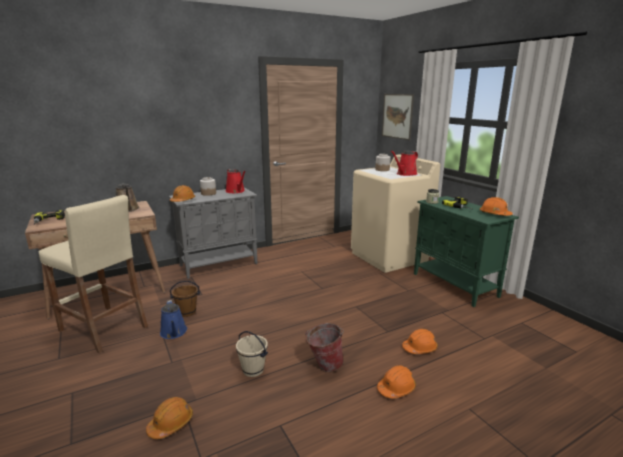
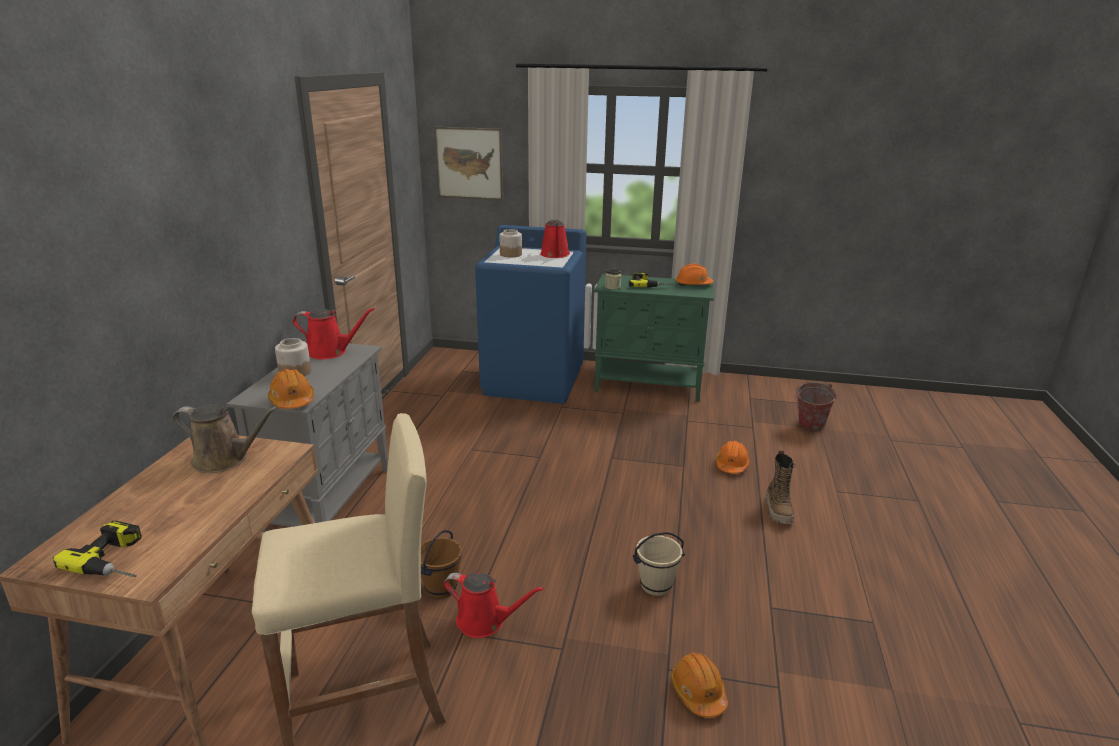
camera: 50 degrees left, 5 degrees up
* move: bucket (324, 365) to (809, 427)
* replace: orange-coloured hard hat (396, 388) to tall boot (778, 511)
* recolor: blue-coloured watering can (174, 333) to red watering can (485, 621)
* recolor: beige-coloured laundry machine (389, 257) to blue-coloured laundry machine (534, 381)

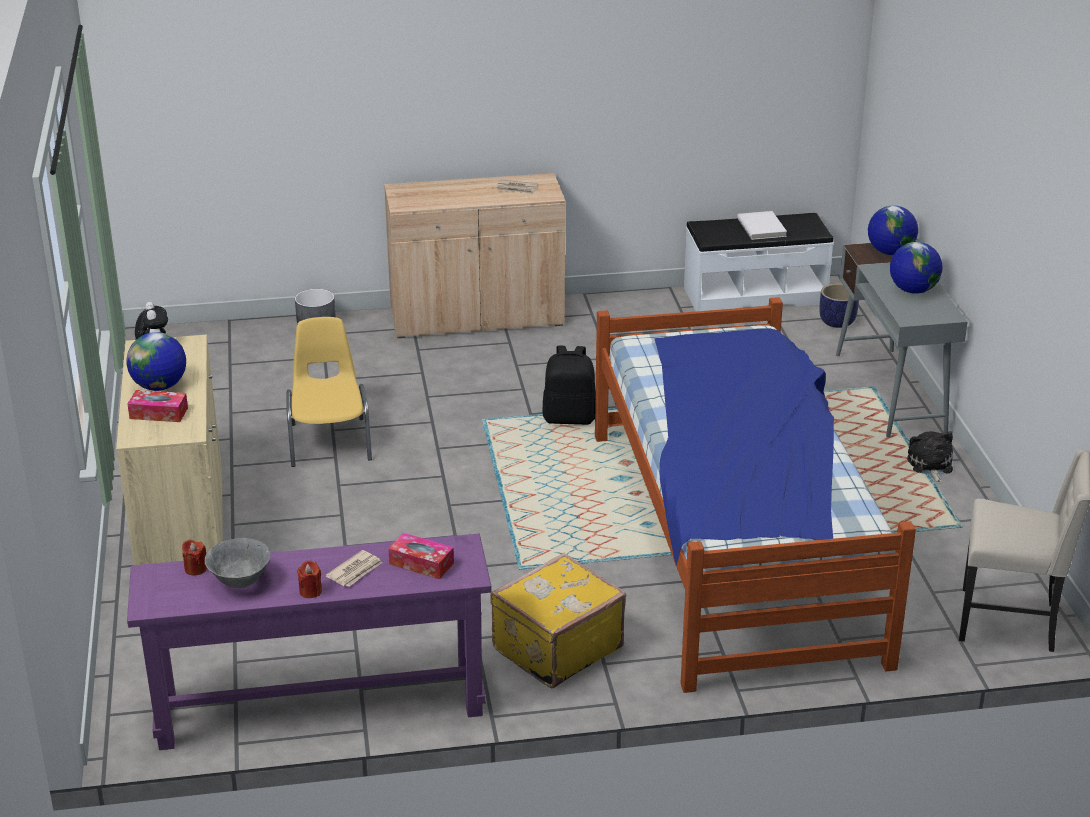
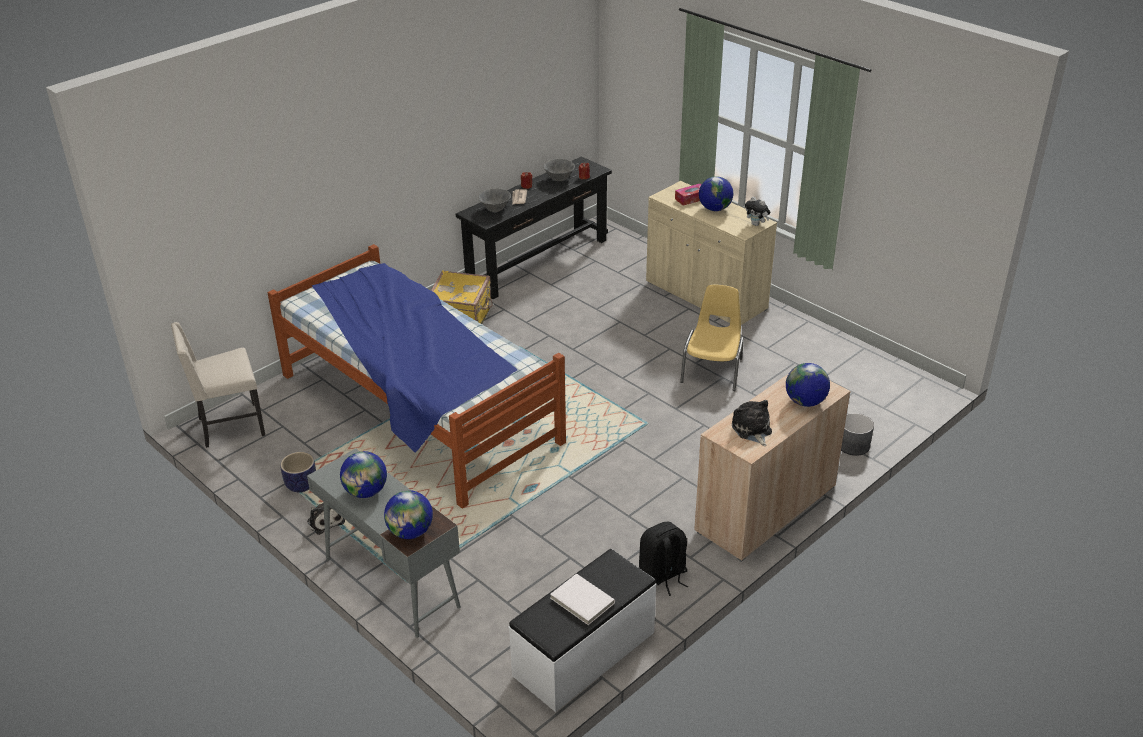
camera: 145 degrees right, 5 degrees up
* insert: globe (805, 402)
* move: black knapsack (570, 418) to (663, 576)
* move: plant pot (837, 322) to (301, 485)
* replace: box of tissues (421, 563) to greyish bowl (495, 210)
* replace: daily paper (517, 189) to cuddly toy (752, 430)
* recolor: purplish narrow table (320, 705) to black narrow table (538, 261)
* rotate: yellowish upright chair (329, 441) = (713, 370) 120 degrees counterclockwise

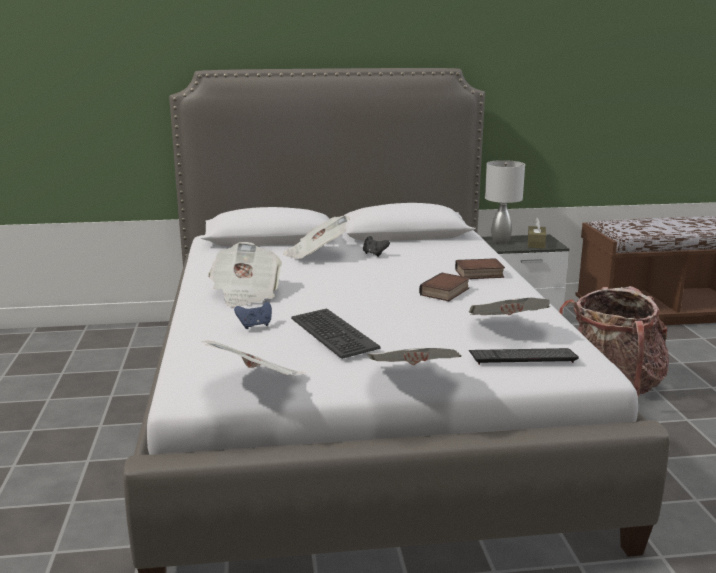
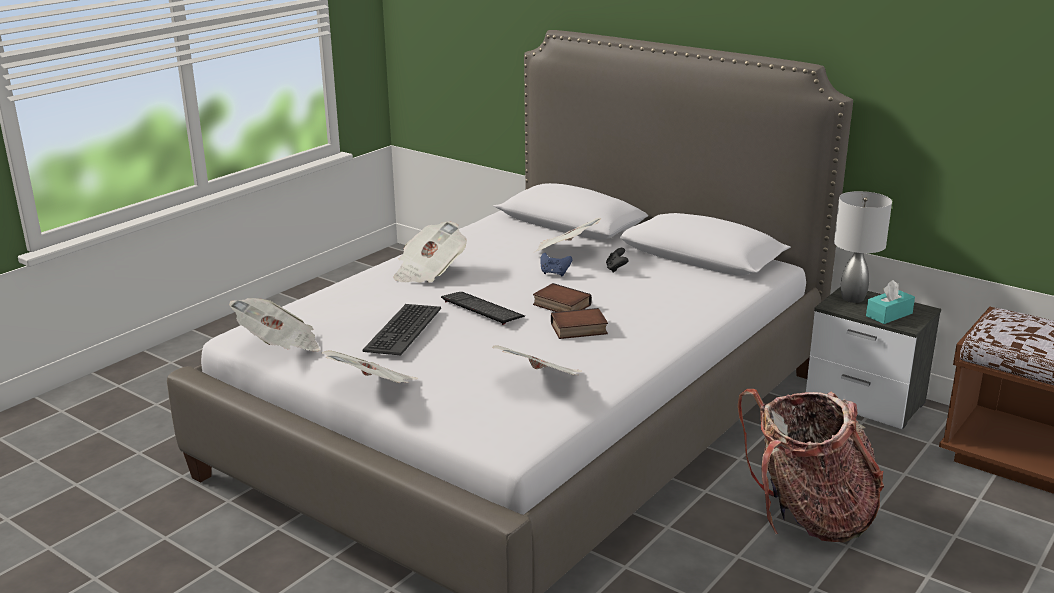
camera: 45 degrees right, 5 degrees up
* move: blue-coloured game controller (255, 325) to (554, 273)
* move: volume (479, 274) to (560, 305)
* move: keyboard (522, 357) to (482, 309)
* recolor: brown-coloured box of tissues (536, 243) to turquoise-coloured box of tissues (889, 315)

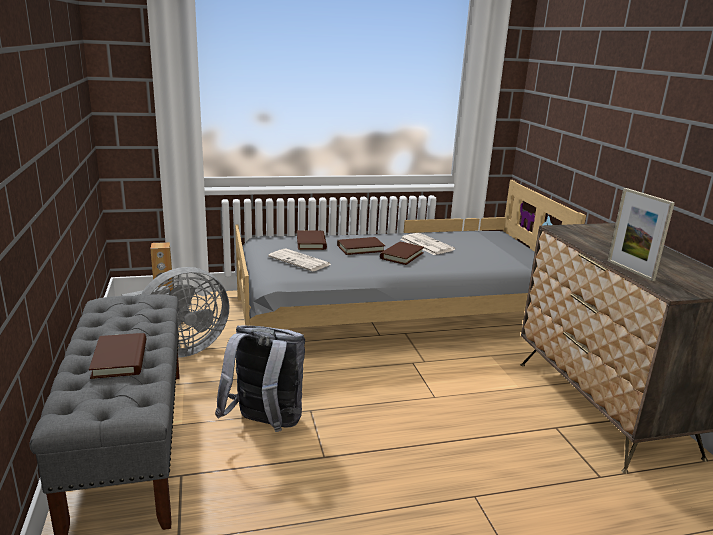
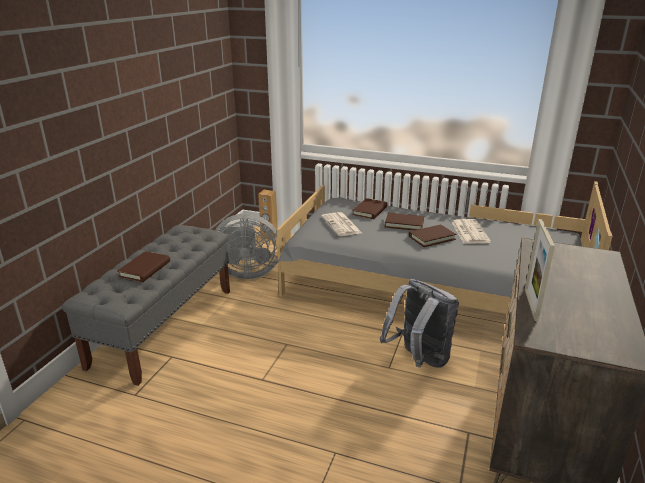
camera: 35 degrees right, 5 degrees up
* move: greyish knapsack (265, 425) to (418, 359)

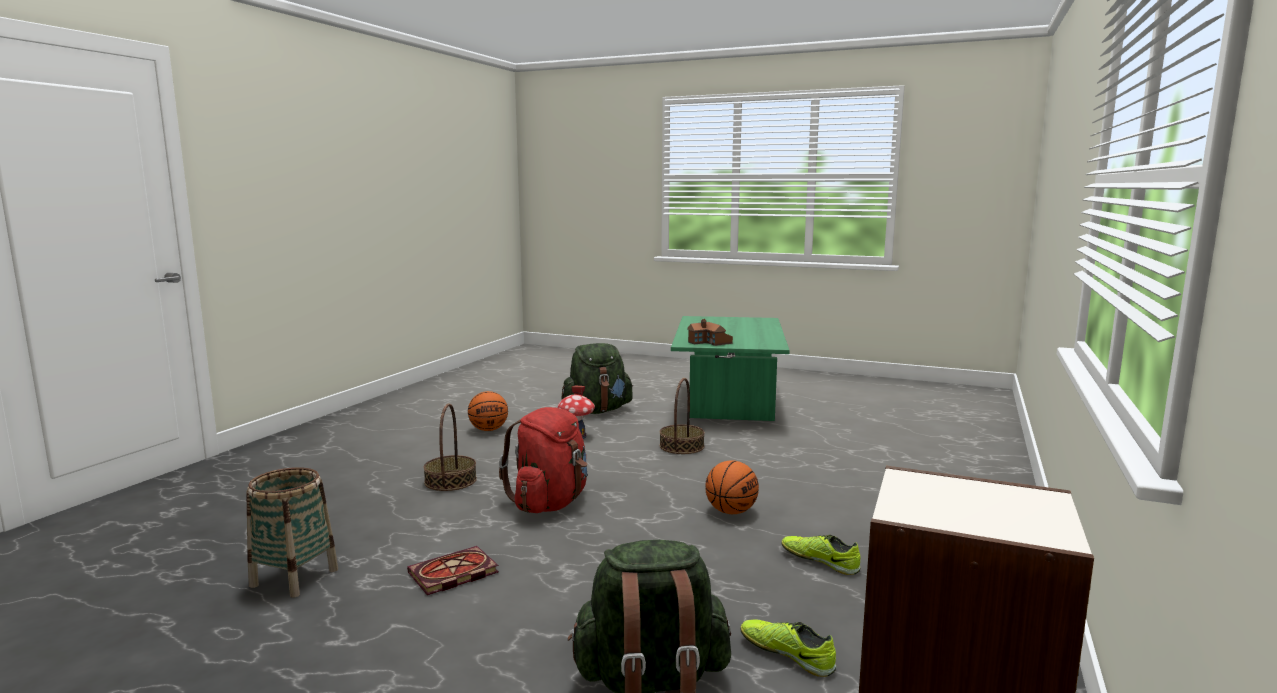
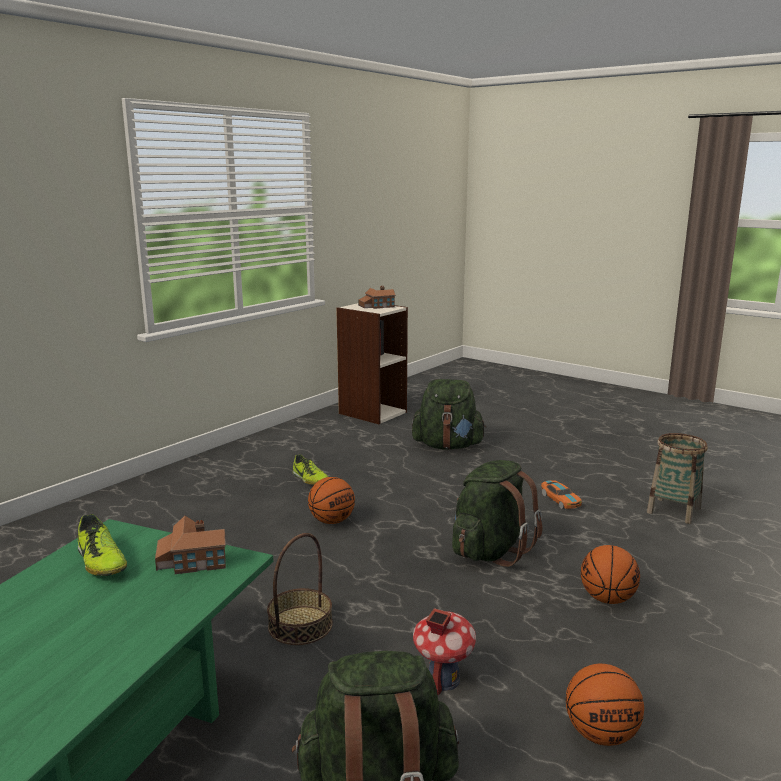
camera: 165 degrees left, 5 degrees up
* insert: model house (376, 306)
* move: shoe (787, 654) to (101, 562)
* replace: volume (452, 574) to toy car (560, 500)
* replace: household basket (450, 481) to basketball (607, 599)
* recolor: red knapsack (550, 503) to green-coloured knapsack (490, 551)

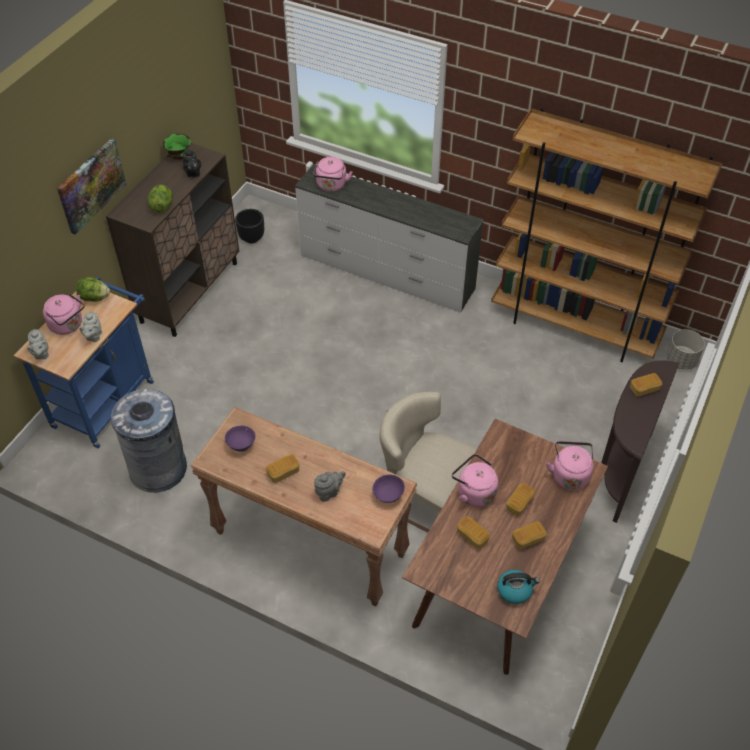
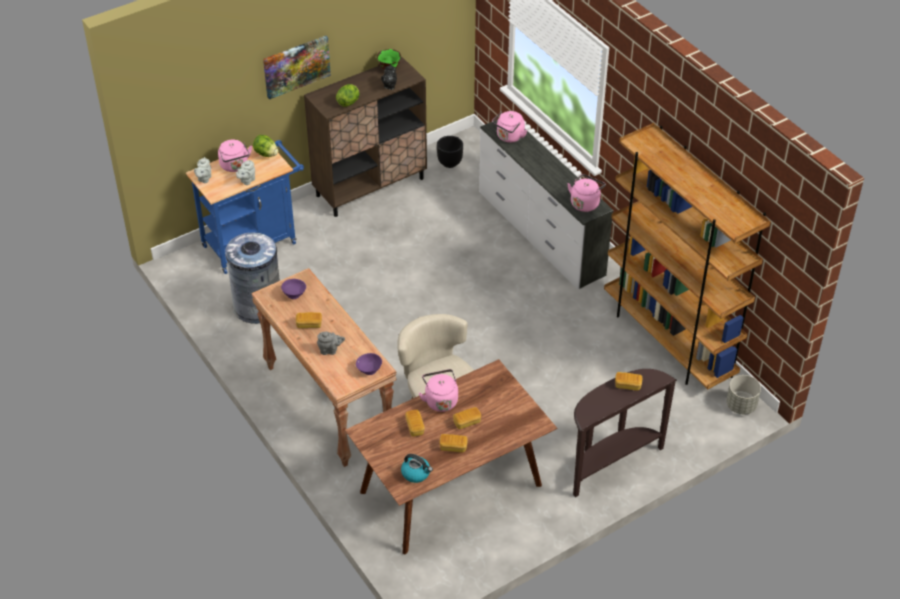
camera: 30 degrees right, 5 degrees down
* move: pink kettle (569, 474) to (585, 203)

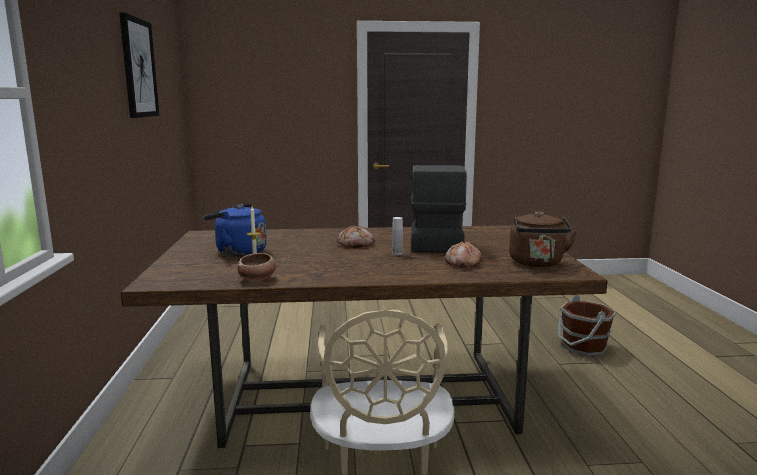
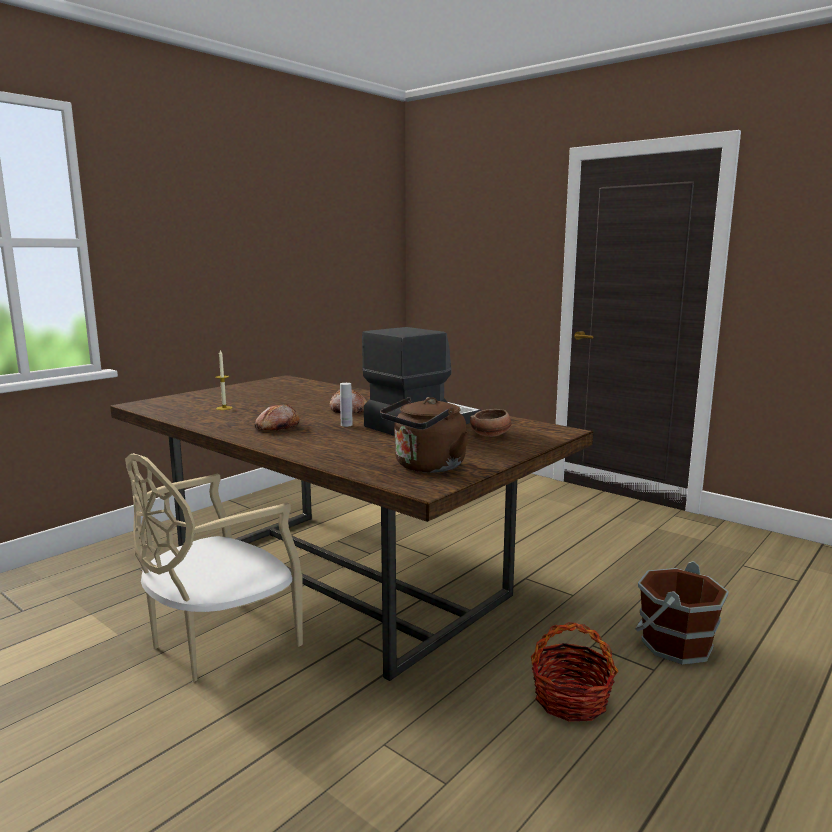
camera: 45 degrees right, 0 degrees up
* delete: wall art (138, 68)
* delete: blue-coloured kettle (238, 252)
* insert: household basket (570, 700)
* move: bowl (258, 279) to (491, 435)
* move: bakery bread (462, 263) to (277, 427)

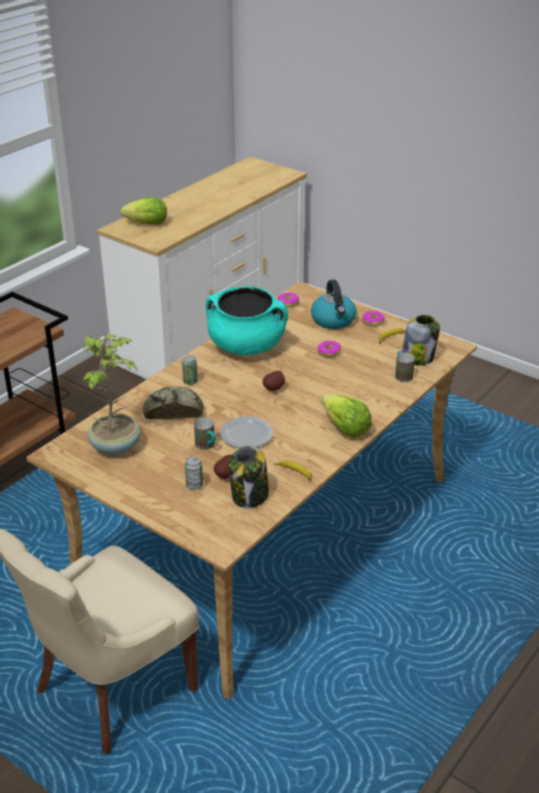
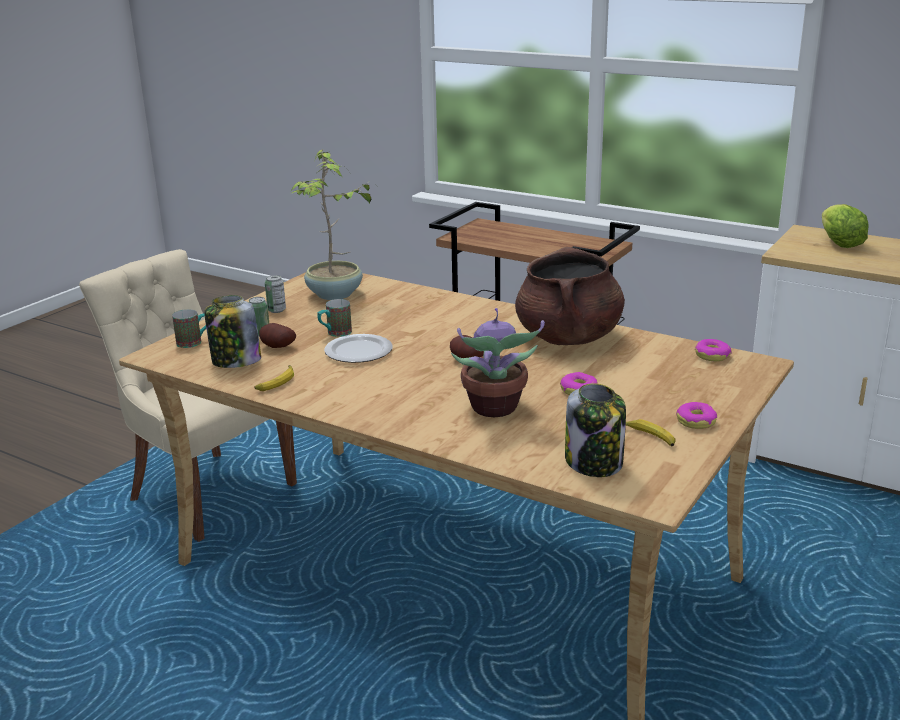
camera: 85 degrees right, 10 degrees down
* delete: bakery bread (173, 410)
* delete: kettle (333, 320)
* delete: head of lettuce (345, 429)
* insert: houseplant (494, 408)
* move: sealed can (190, 381) to (276, 310)
* move: mug (402, 375) to (194, 342)
* recolor: turquoise-coloured stockpot (247, 346) to brown-coloured stockpot (568, 338)

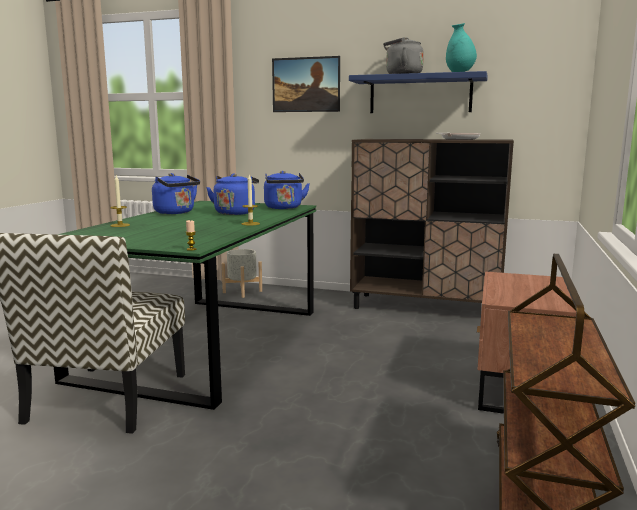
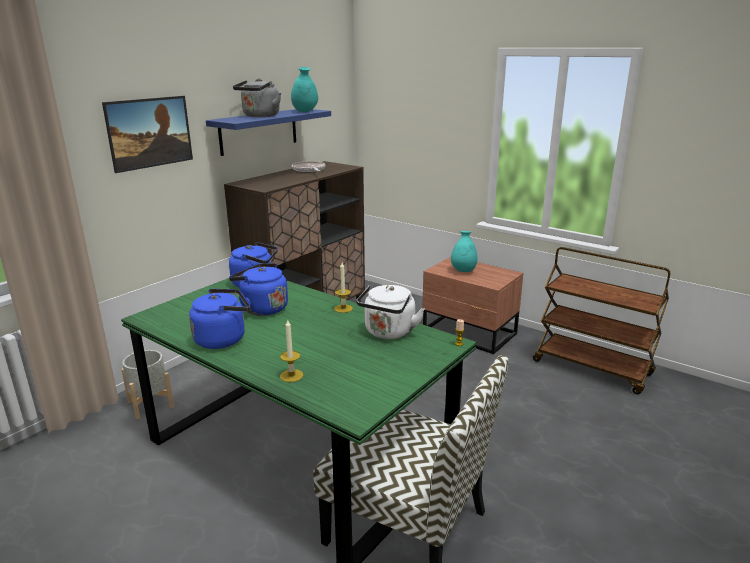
camera: 70 degrees left, 10 degrees up
* insert: white-coloured kettle (388, 333)
* insert: turquoise-coloured flower vase (463, 271)

